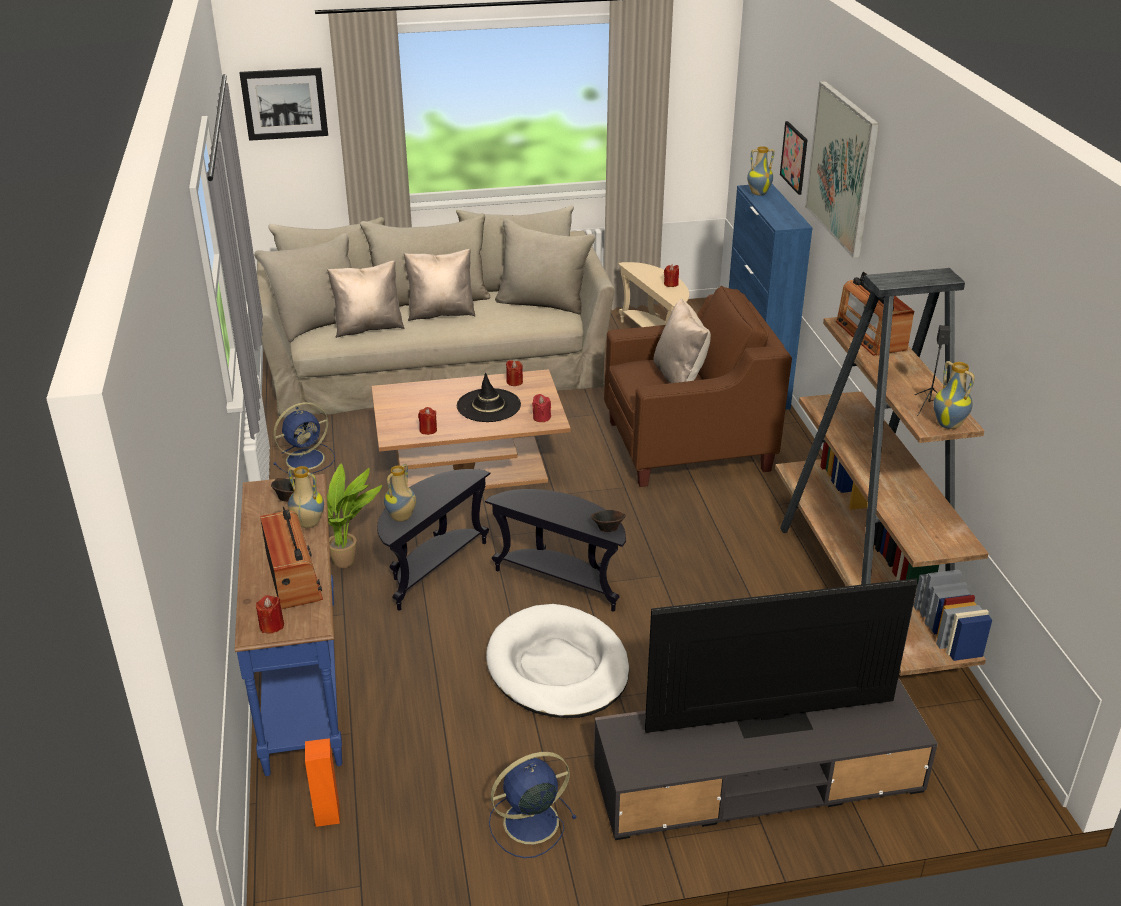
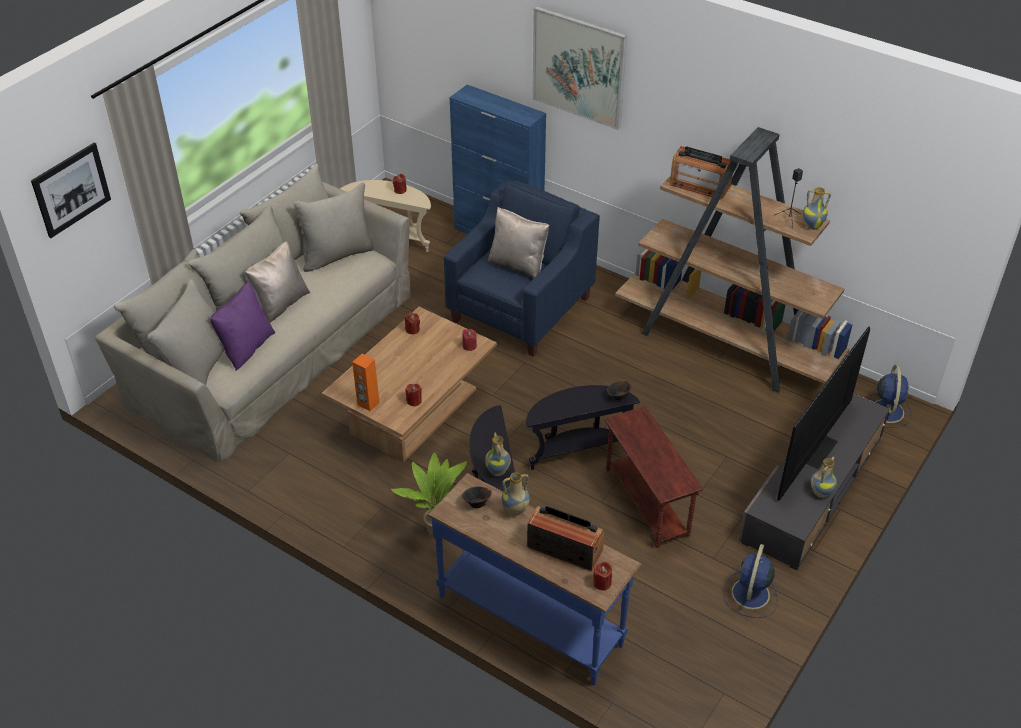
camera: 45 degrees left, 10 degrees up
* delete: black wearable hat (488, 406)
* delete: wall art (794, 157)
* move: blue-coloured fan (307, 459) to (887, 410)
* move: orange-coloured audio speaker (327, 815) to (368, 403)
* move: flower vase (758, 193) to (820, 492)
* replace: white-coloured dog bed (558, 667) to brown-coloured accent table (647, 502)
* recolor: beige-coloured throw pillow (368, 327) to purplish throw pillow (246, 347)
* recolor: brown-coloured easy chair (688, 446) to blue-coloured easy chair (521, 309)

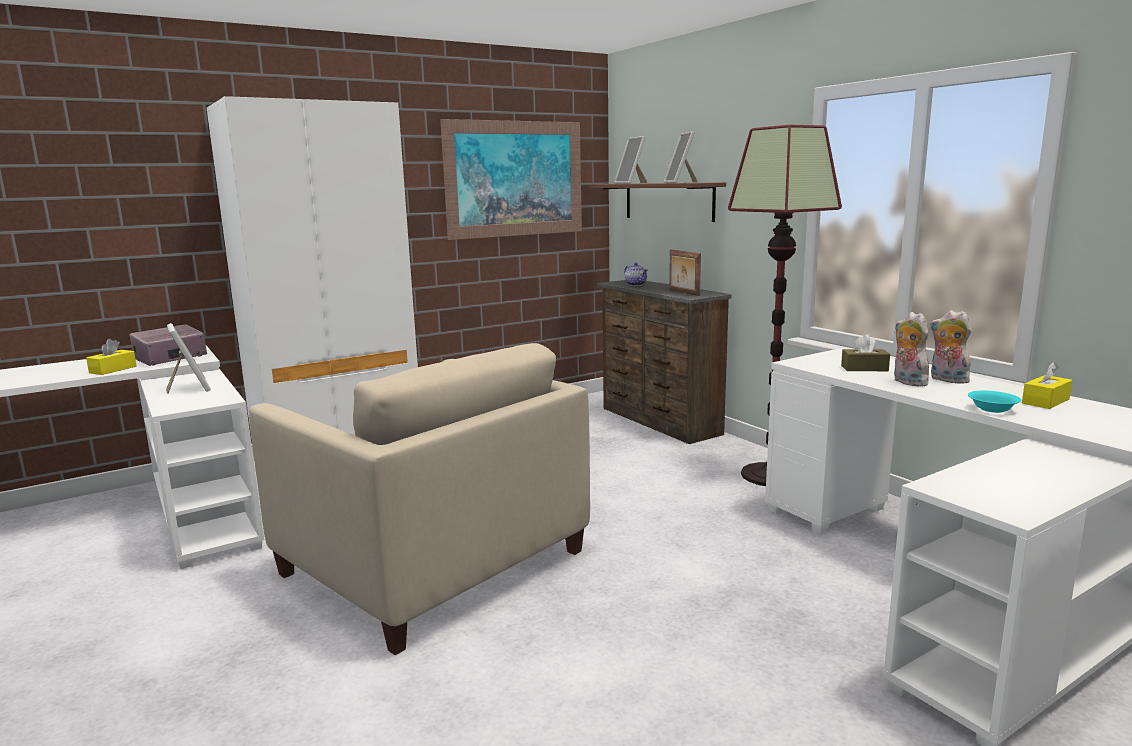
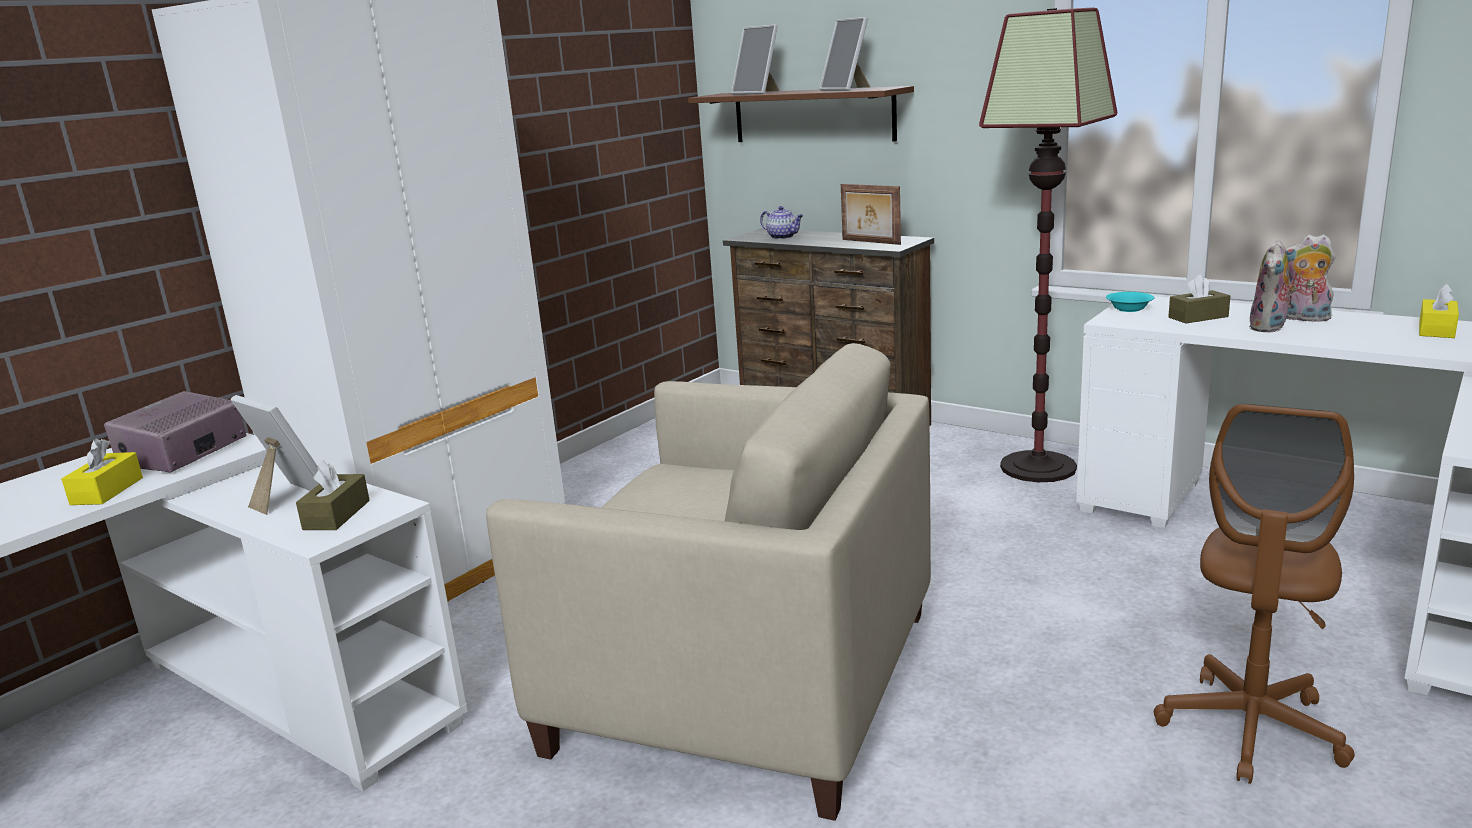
camera: 20 degrees left, 5 degrees up
* delete: wall art (515, 179)
* insert: brown-coloured box of tissues (336, 515)
* insert: brown-coloured computer chair (1250, 729)
* move: turquoise-coloured bowl (991, 409) to (1128, 309)
* rotate: cuddly toy (907, 382) = (1270, 328) 105 degrees counterclockwise

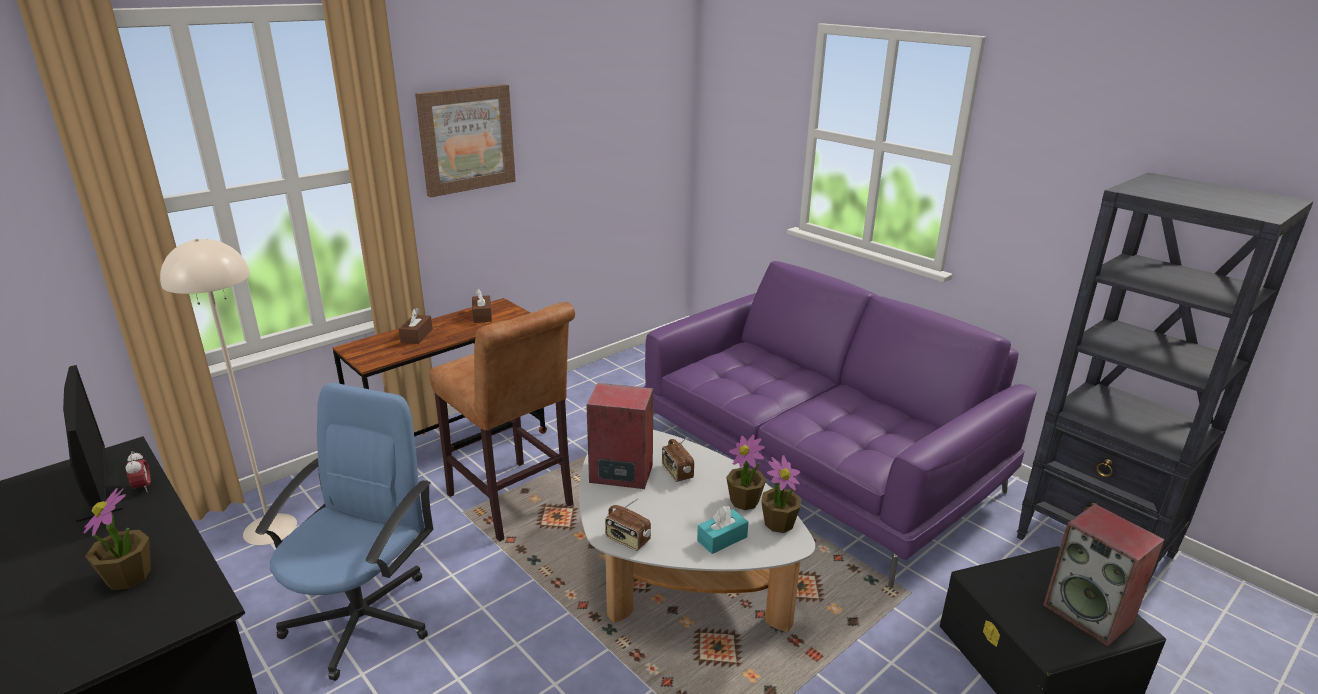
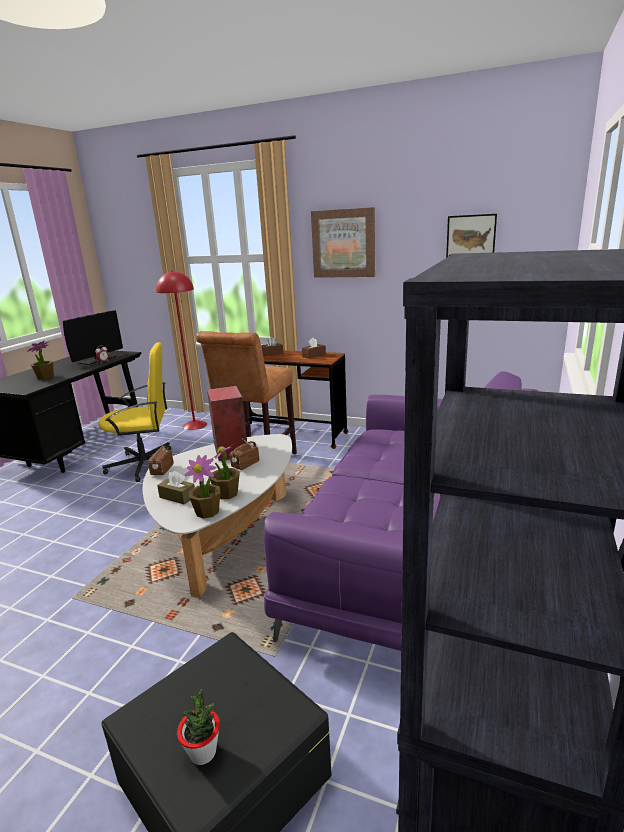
camera: 65 degrees right, 5 degrees down
* insert: wall art (470, 239)
* replace: audio speaker (1089, 614) to houseplant (203, 752)
* recolor: beige-coloured floor lamp (270, 528) to red floor lamp (195, 425)
* recolor: blue-coloured computer chair (363, 618) to yellowish computer chair (145, 464)
* recolor: turquoise-coloured box of tissues (722, 539) to brown-coloured box of tissues (177, 497)

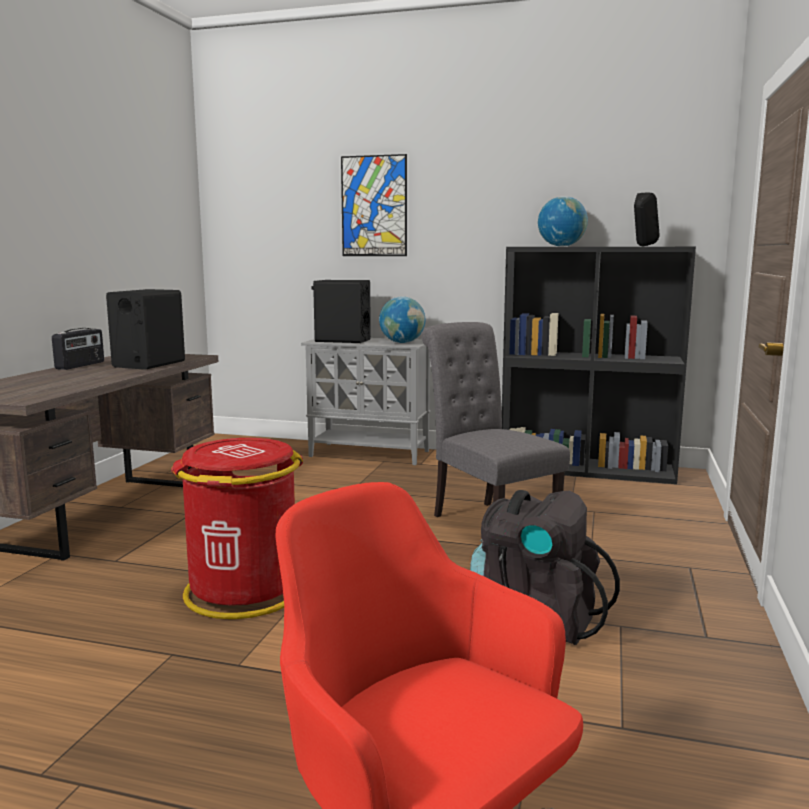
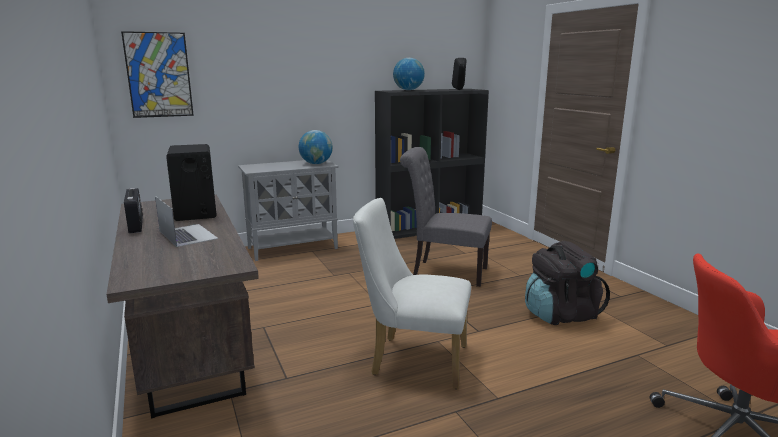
camera: 40 degrees left, 5 degrees up
* delete: black audio speaker (342, 340)
* insert: laptop (188, 235)
* move: wall art (374, 206) to (159, 75)
* replace: red waste bin (243, 592) to white-coloured upright chair (412, 360)

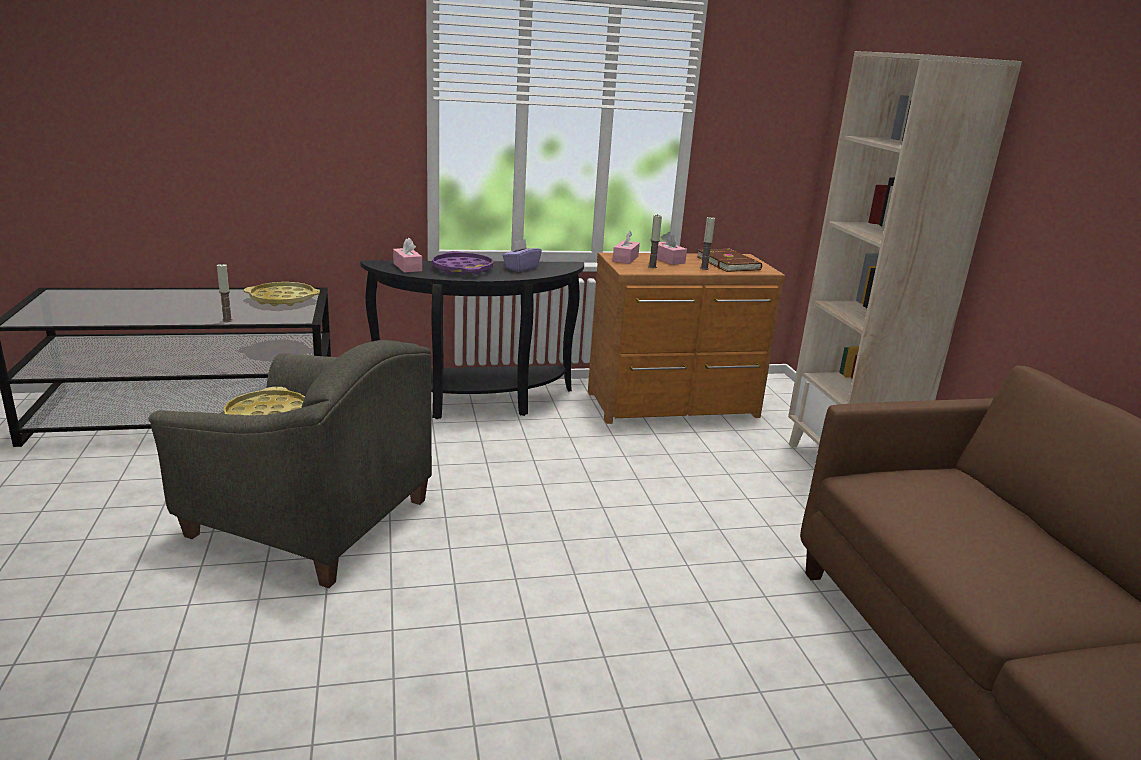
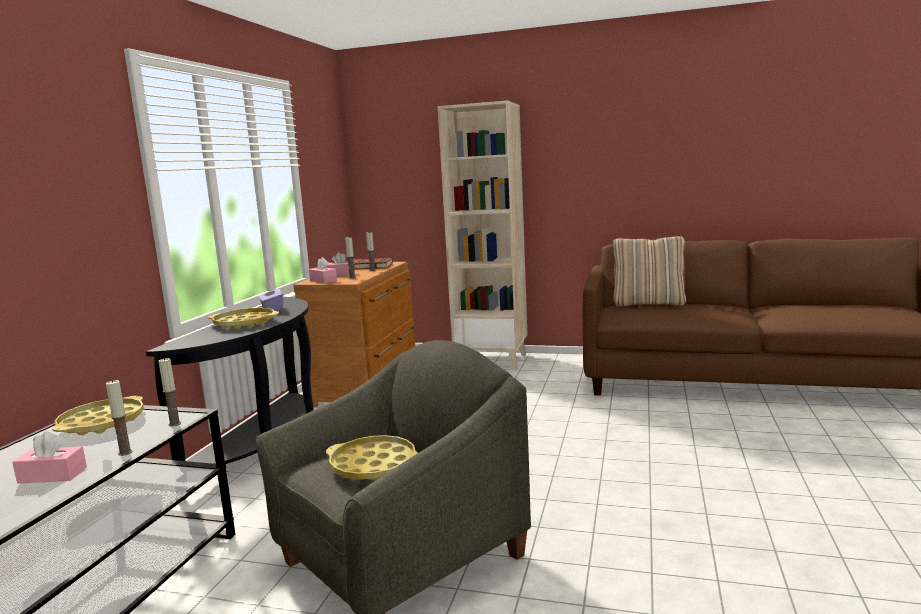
camera: 60 degrees left, 10 degrees down
* insert: candle (175, 424)
* insert: beige-coloured throw pillow (648, 304)
* move: pink box of tissues (407, 267) to (52, 475)
* recolor: purplish tray (462, 269) to yellowish tray (244, 323)

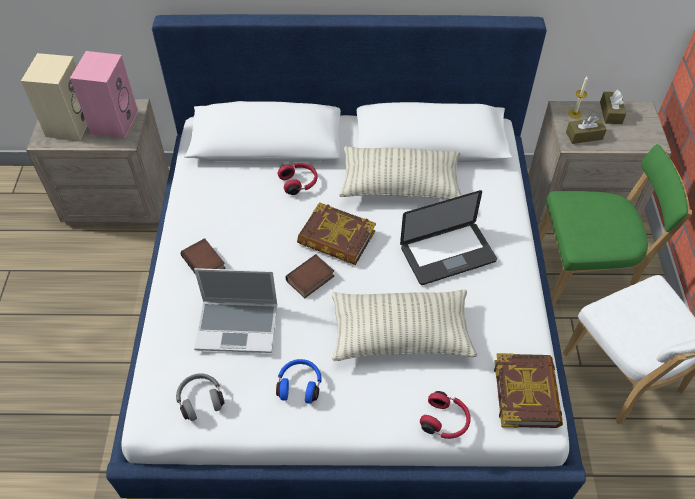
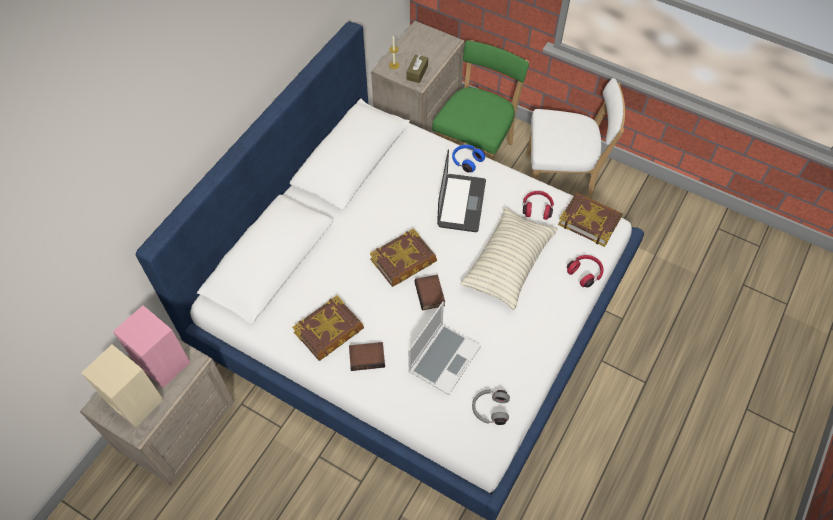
camera: 60 degrees left, 5 degrees up
* delete: throw pillow (400, 185)
* delete: brown-coloured box of tissues (610, 113)
* insert: volume (329, 331)
* move: blue-coloured headphones (300, 385) to (466, 161)
* move: red headphones (299, 183) to (537, 208)

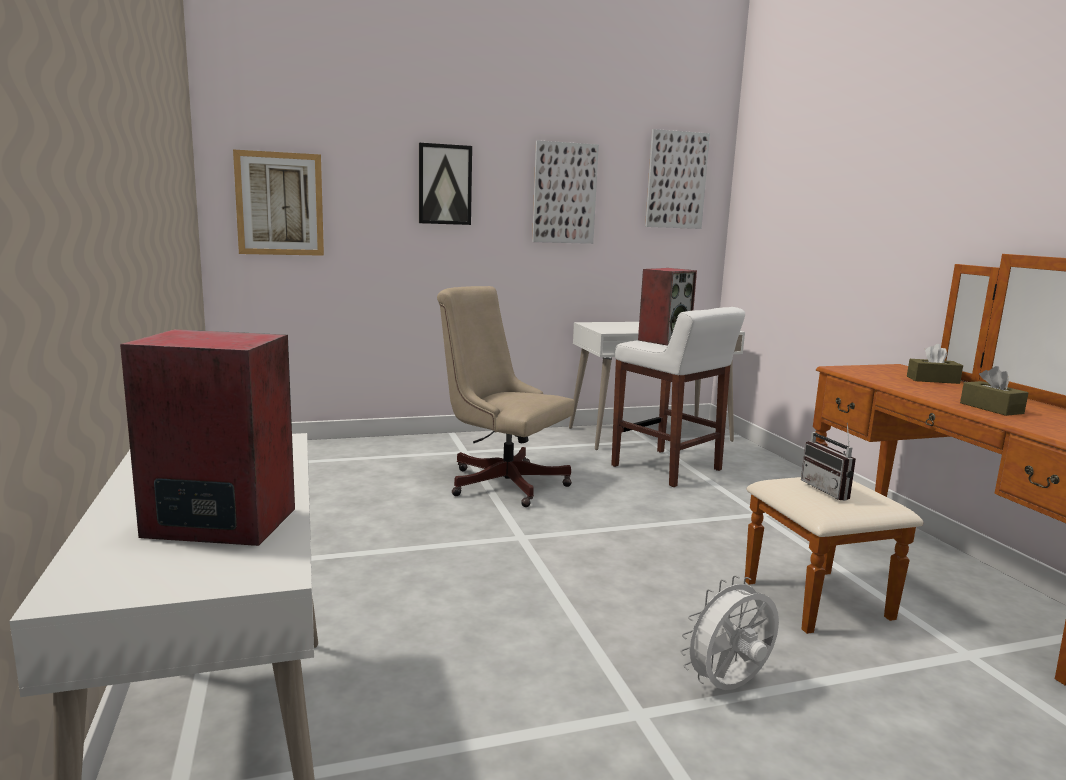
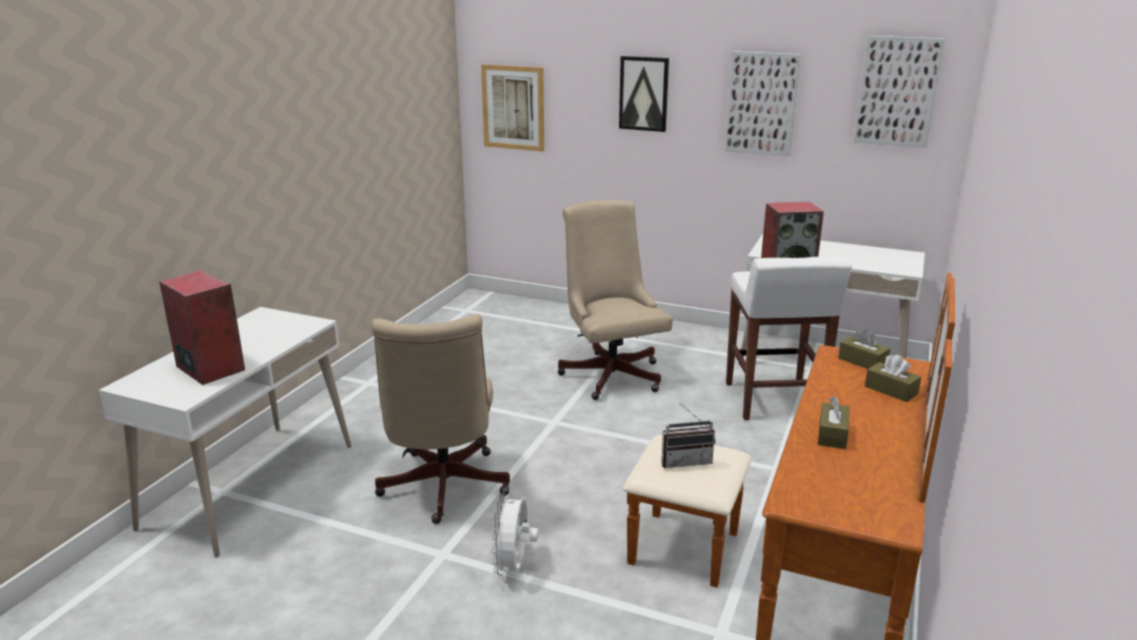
camera: 40 degrees right, 10 degrees up
* insert: beige-coloured computer chair (442, 489)
* insert: brown-coloured box of tissues (862, 361)
* rotate: white-coloured fan (729, 687) = (514, 567) 90 degrees counterclockwise
* rotate: radio receiver (830, 490) = (685, 461) 120 degrees counterclockwise

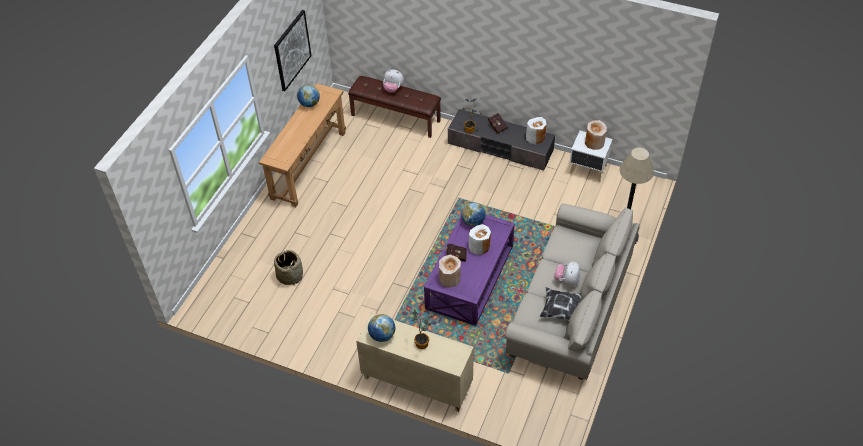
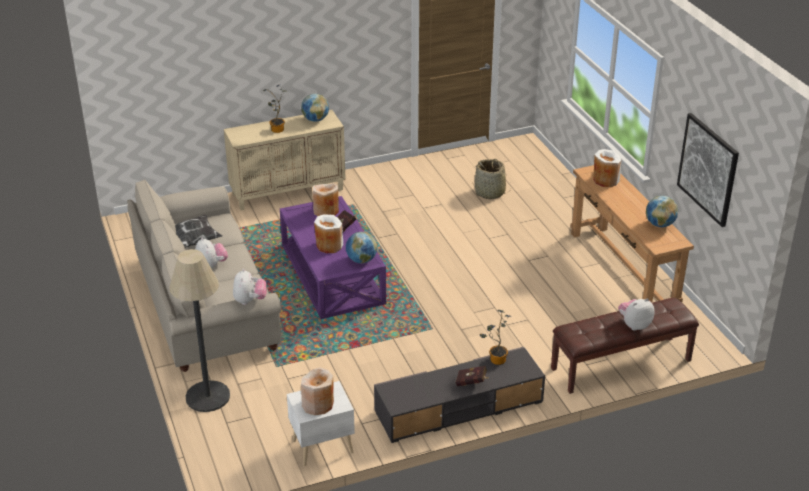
camera: 135 degrees right, 15 degrees down
* insert: cuddly toy (250, 300)
* move: white-coloured flower vase (535, 137) to (605, 180)

